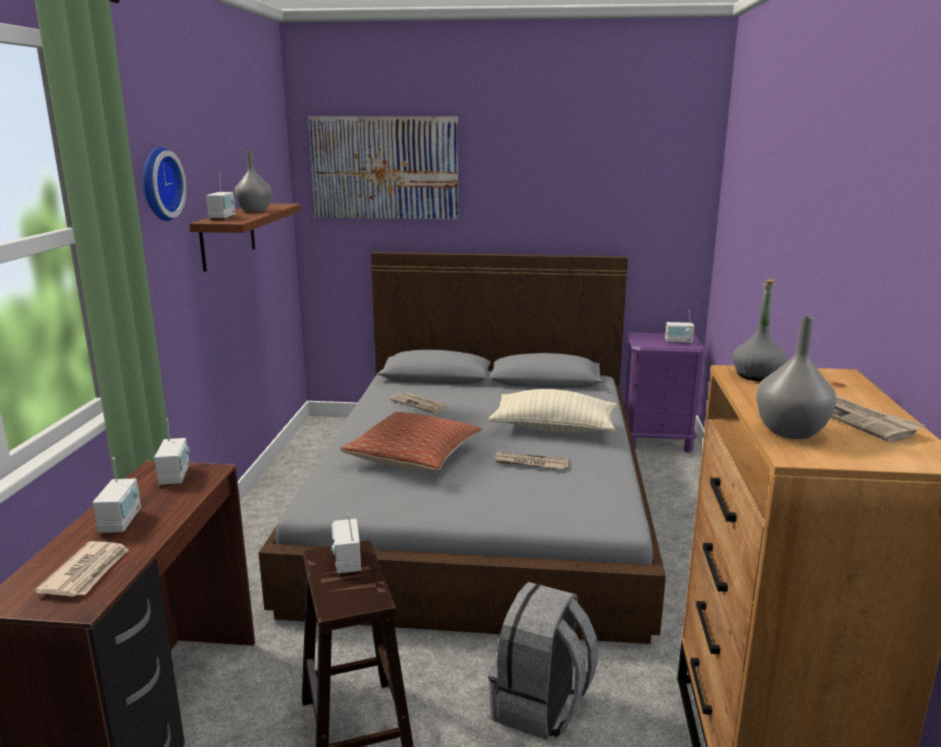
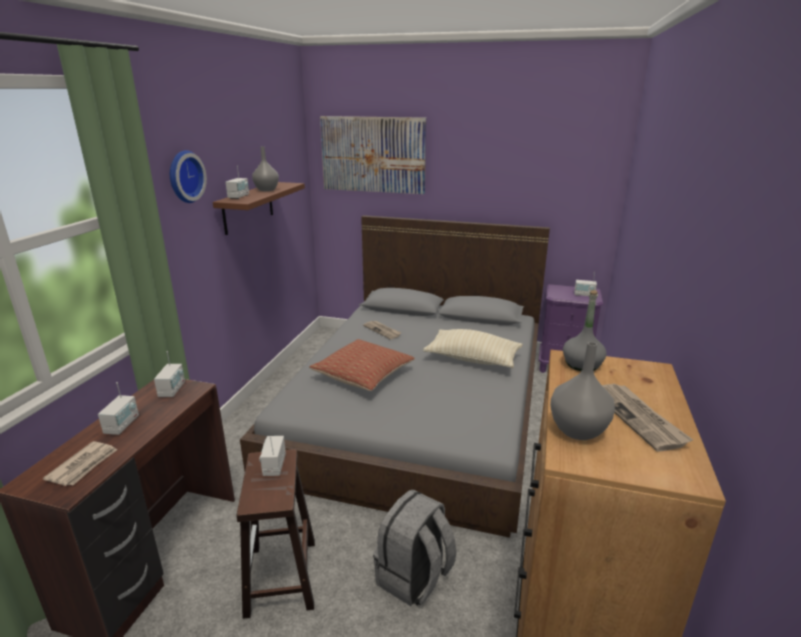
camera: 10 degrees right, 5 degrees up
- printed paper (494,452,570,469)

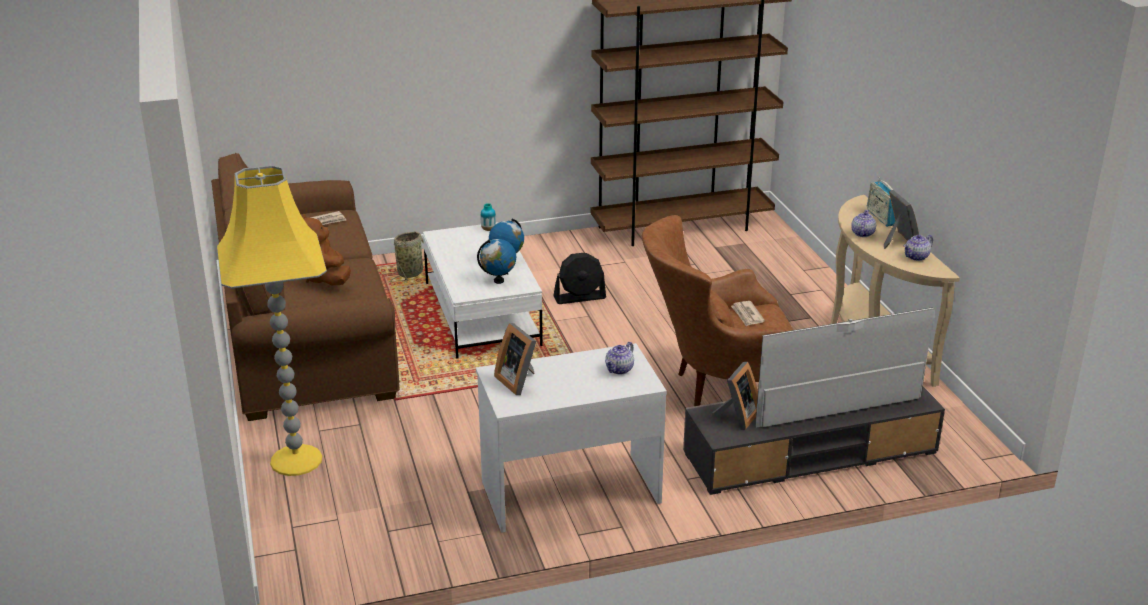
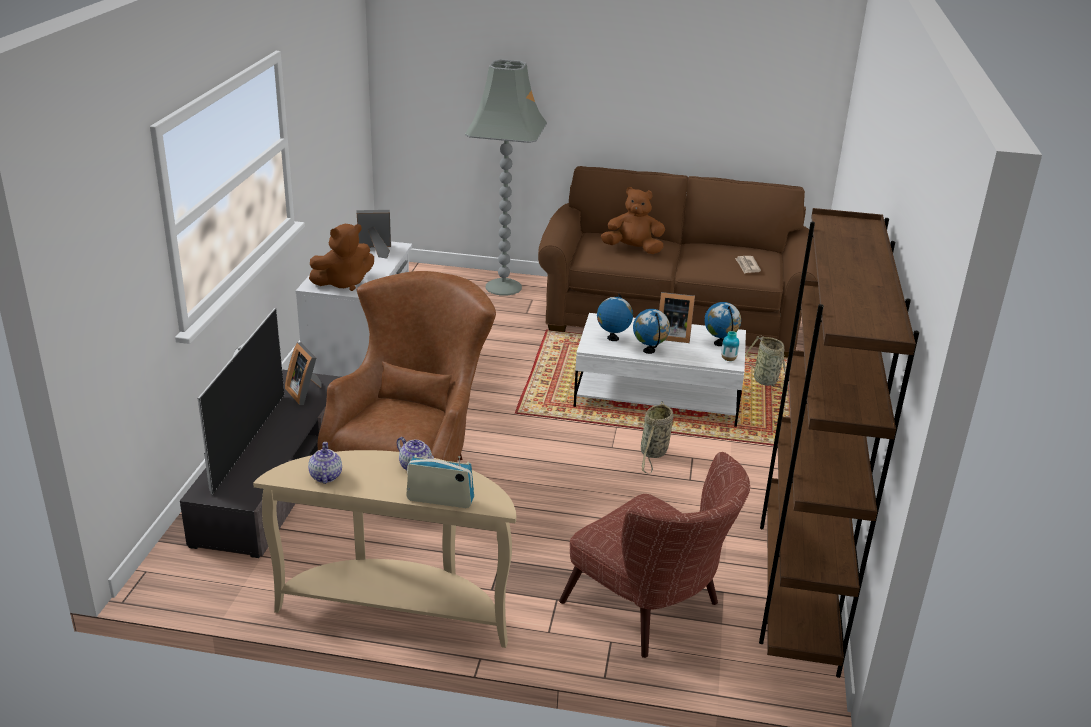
camera: 115 degrees right, 0 degrees up
~ pot for tea (605,342,634,375) to brown-coloured cuddly toy (309,224,374,291)
~ yellowish standing lamp (217,165,327,476) to grey standing lamp (465,59,547,296)
+ brown-coloured easy chair (559,452,750,658)
~ black electric fan (553,253,606,304) to basket (641,401,674,474)
~ photo frame (884,190,919,249) to (659,292,695,343)
+ world globe (704,302,741,346)
- printed paper (731,301,765,326)

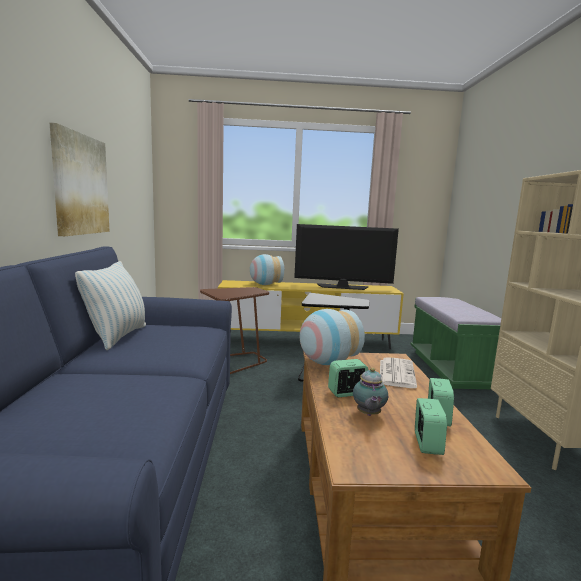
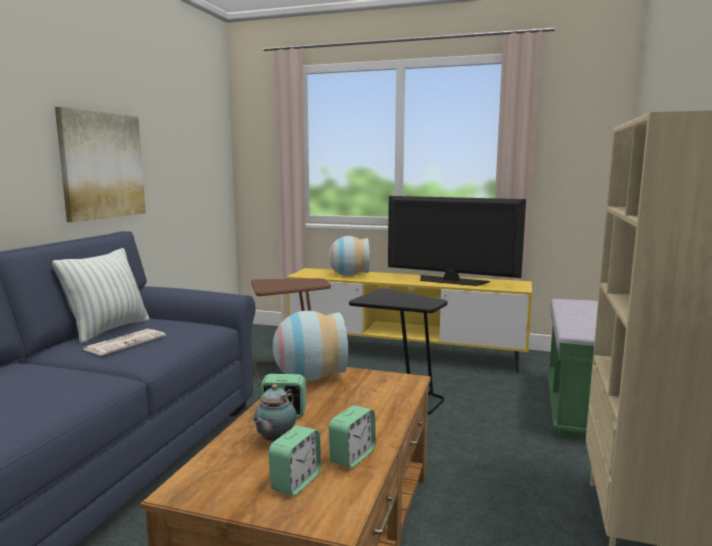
camera: 20 degrees right, 0 degrees up
~ printed paper (380,357,417,388) to (82,329,166,355)

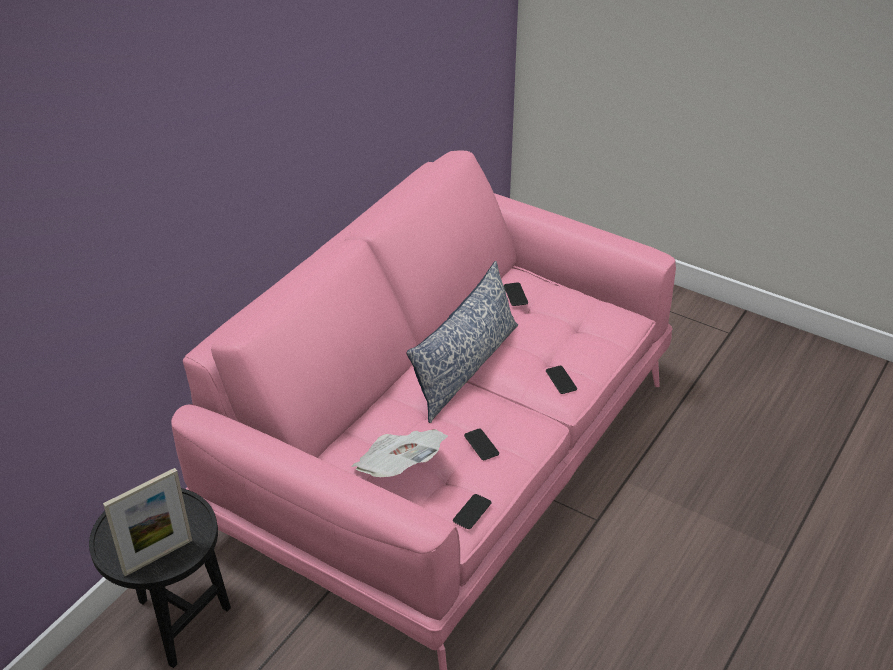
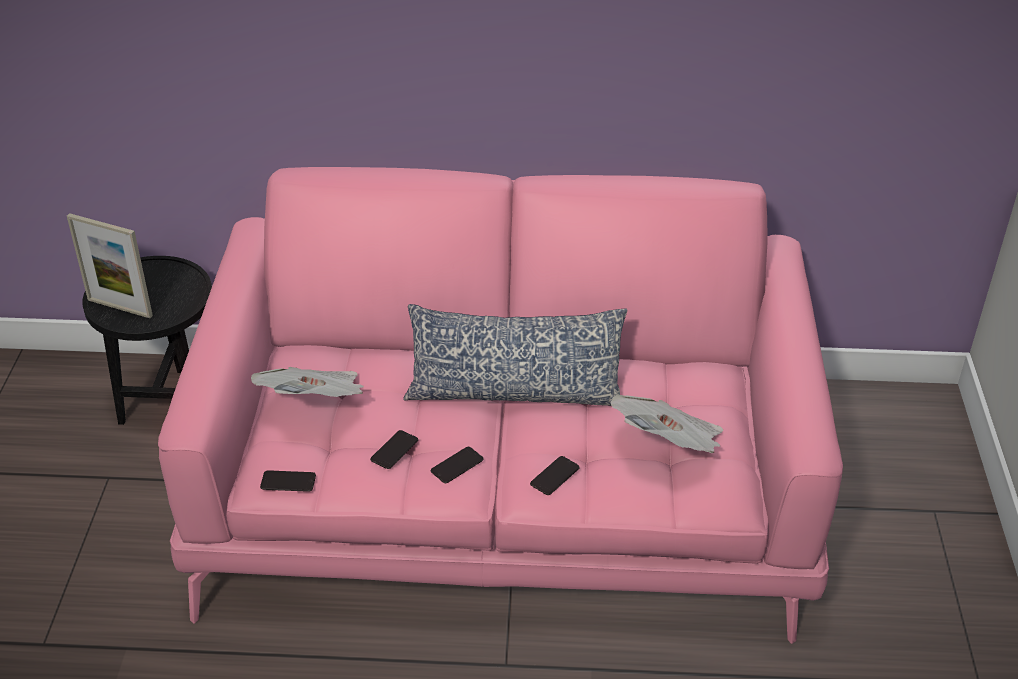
camera: 60 degrees right, 0 degrees up
~ phone (504,282,528,306) to (431,447,484,483)
+ printed paper (611,395,723,453)

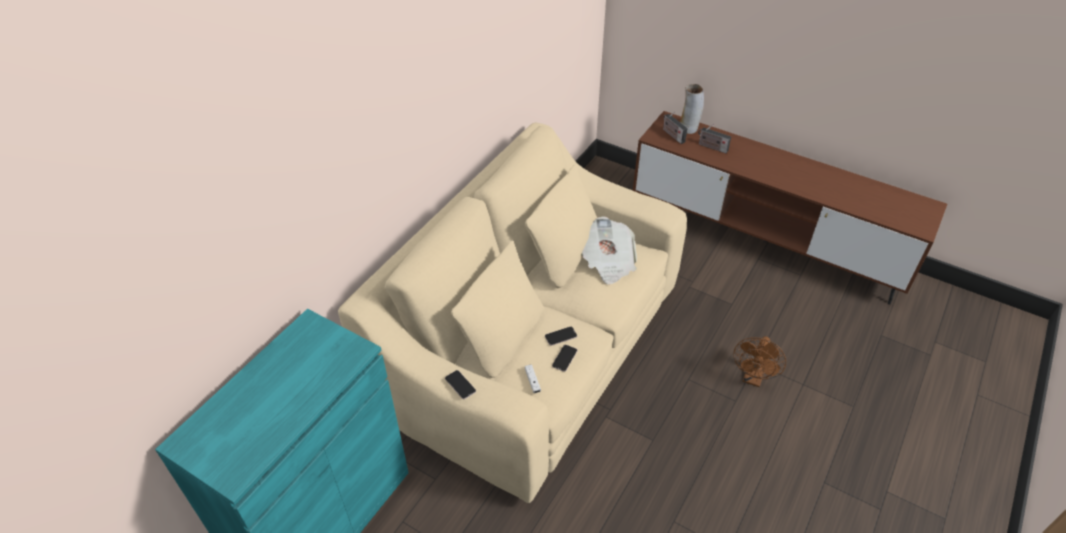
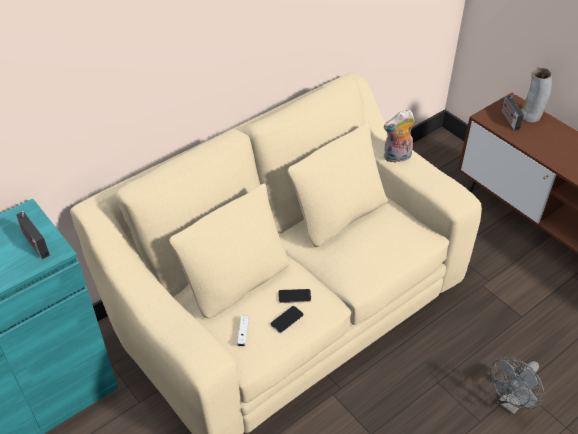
camera: 20 degrees right, 0 degrees up
~ radio receiver (698,124,731,153) to (16,211,50,259)
+ cuddly toy (384,109,414,163)
~ brown-coloured electric fan (734,336,786,387) to grey electric fan (490,357,544,415)
- phone (445,370,476,399)
- printed paper (581,217,637,285)

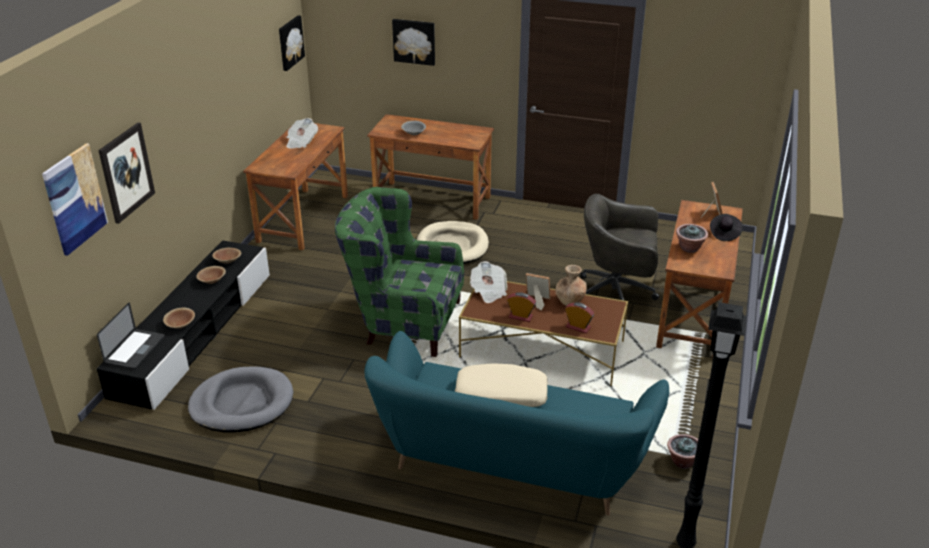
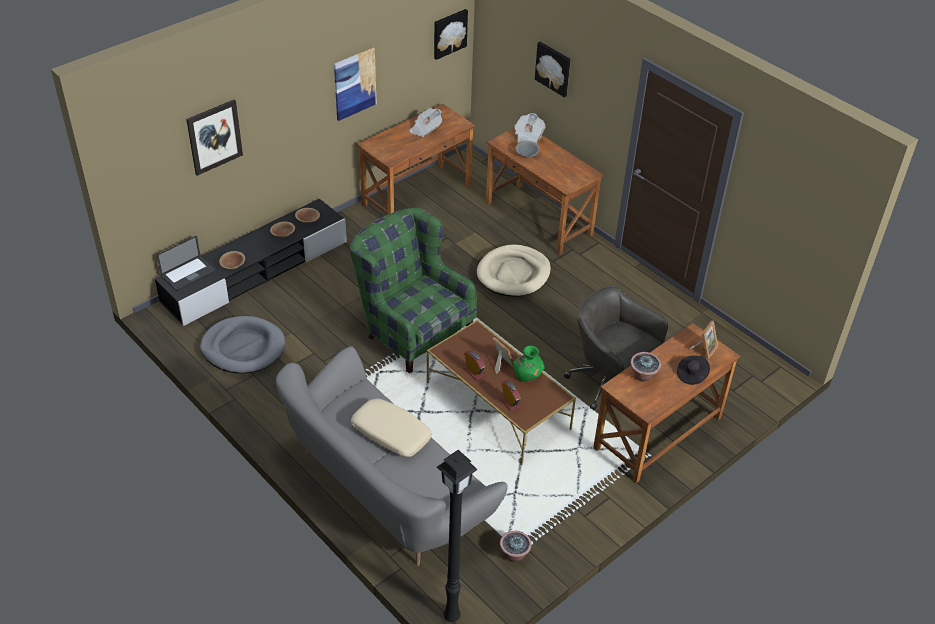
camera: 30 degrees right, 10 degrees up
~ blue-green couch (364,331,669,516) to grey couch (276,346,508,566)
~ picture (42,143,108,256) to (334,48,377,121)
~ brown-coloured flower vase (555,265,587,306) to green-coloured flower vase (513,346,545,382)
~ printed paper (470,261,507,303) to (514,113,545,144)

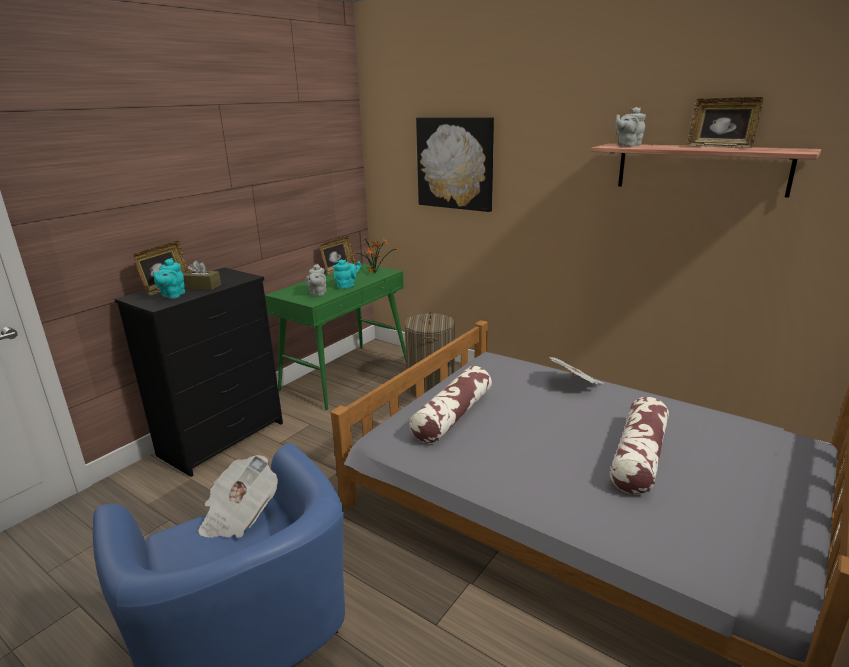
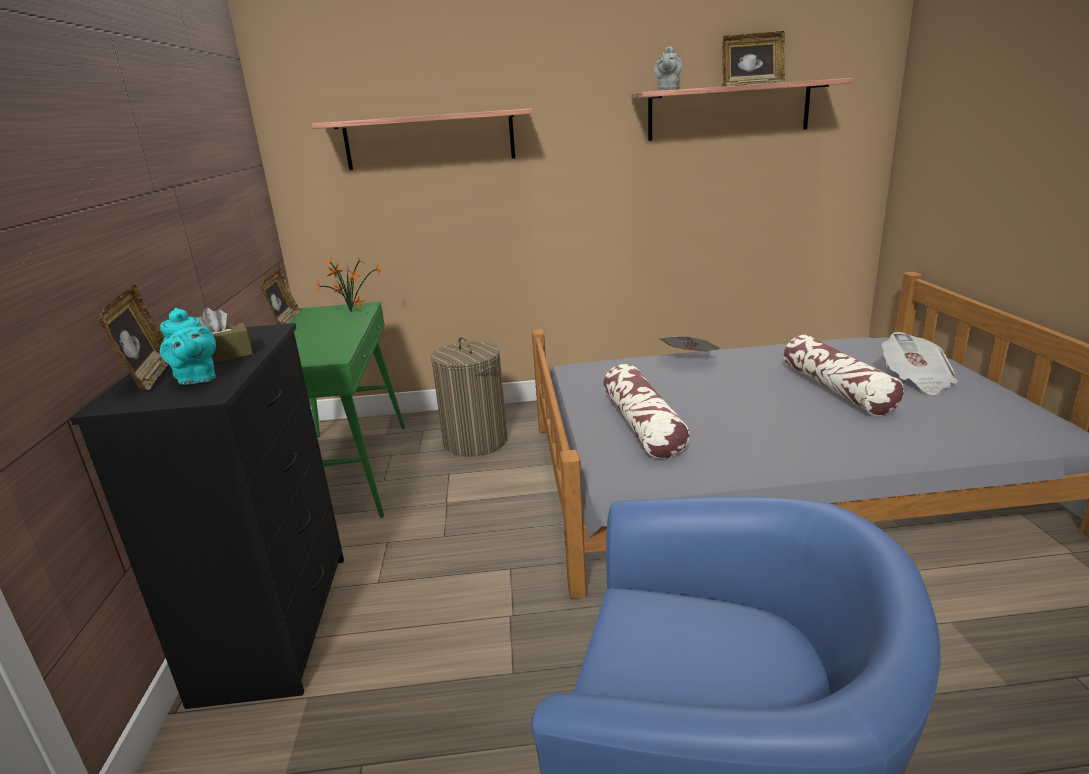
camera: 40 degrees left, 0 degrees up
~ picture (416,117,494,212) to wall shelf (312,108,533,170)
~ printed paper (198,455,278,538) to (882,332,958,395)
- grey pot for tea (305,264,326,296)
- blue-green pot for tea (333,259,361,289)

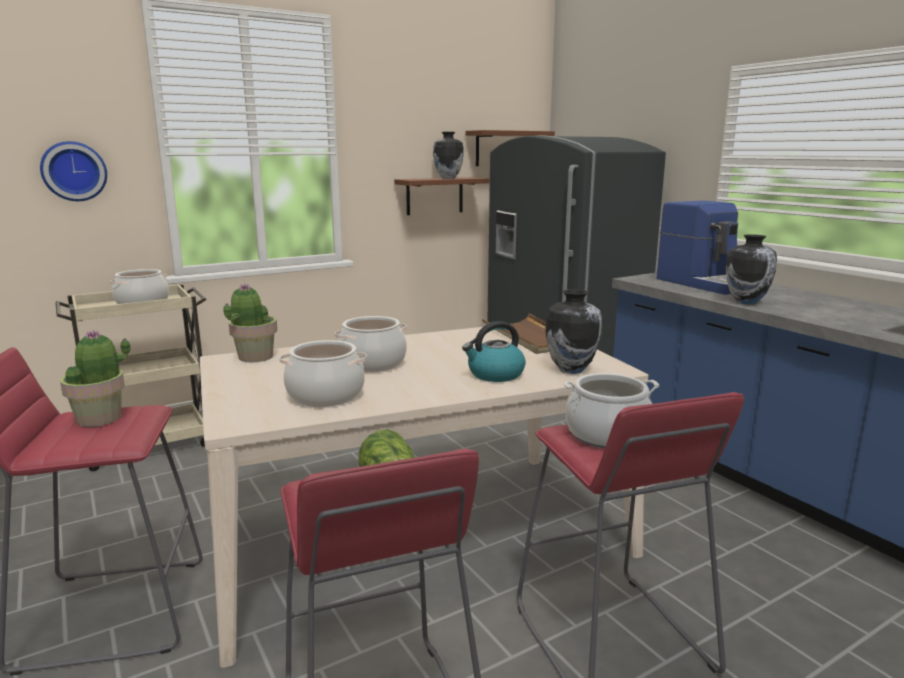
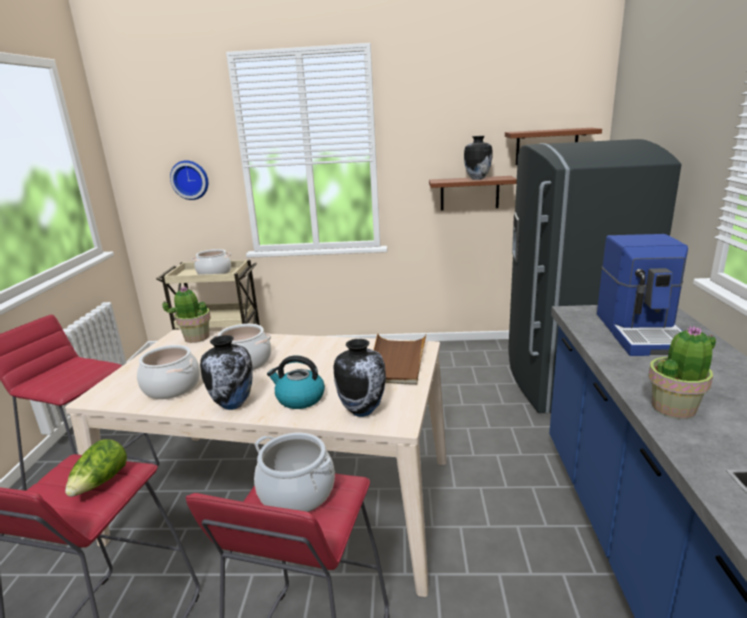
camera: 35 degrees right, 5 degrees up
~ flower vase (726,234,777,304) to (200,335,253,410)
~ houseplant (60,329,131,427) to (649,326,717,419)

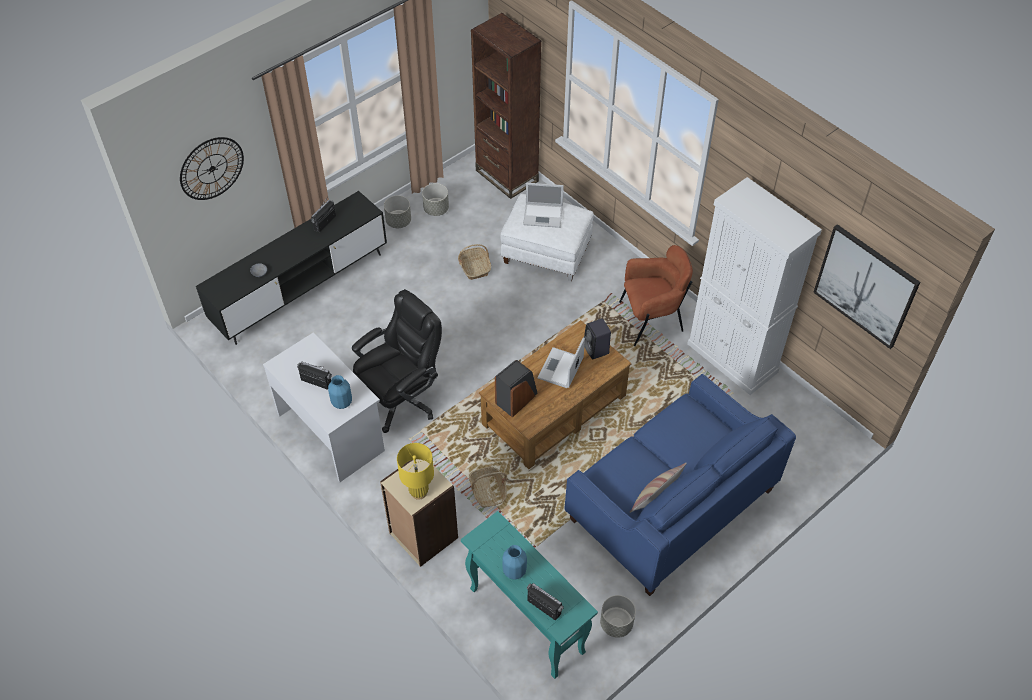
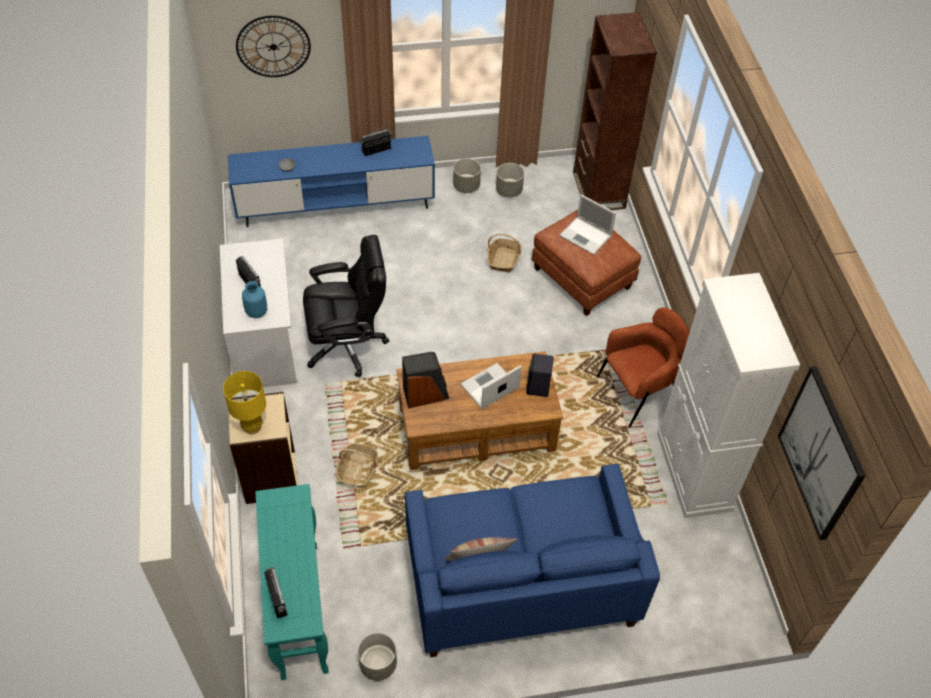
camera: 30 degrees right, 0 degrees up
~ black tv unit (196,191,387,345) to blue tv unit (228,136,435,227)
~ white footrest (500,194,594,281) to brown-coloured footrest (531,210,641,316)
~ brown-coloured easy chair (619,245,693,346) = (597,307,690,427) 45 degrees counterclockwise
- blue flower vase (502,545,527,580)

